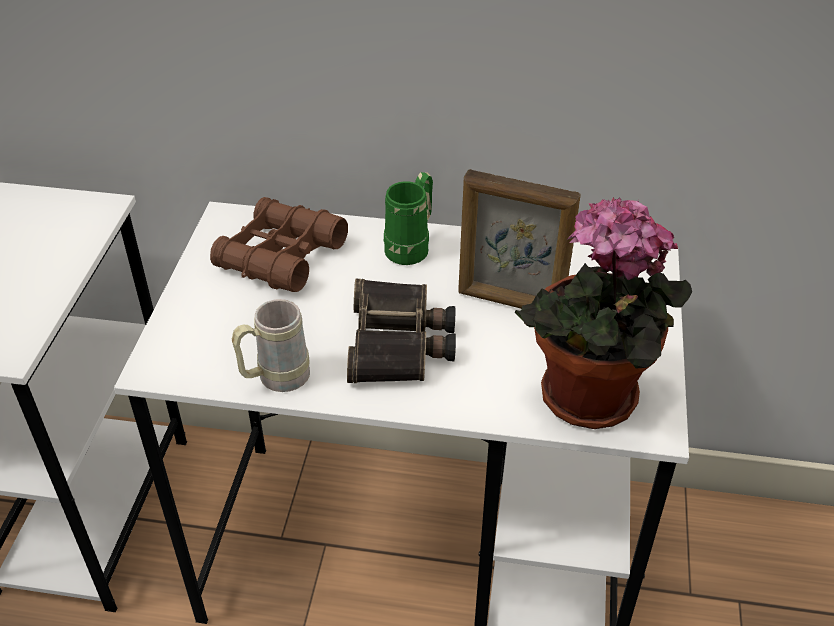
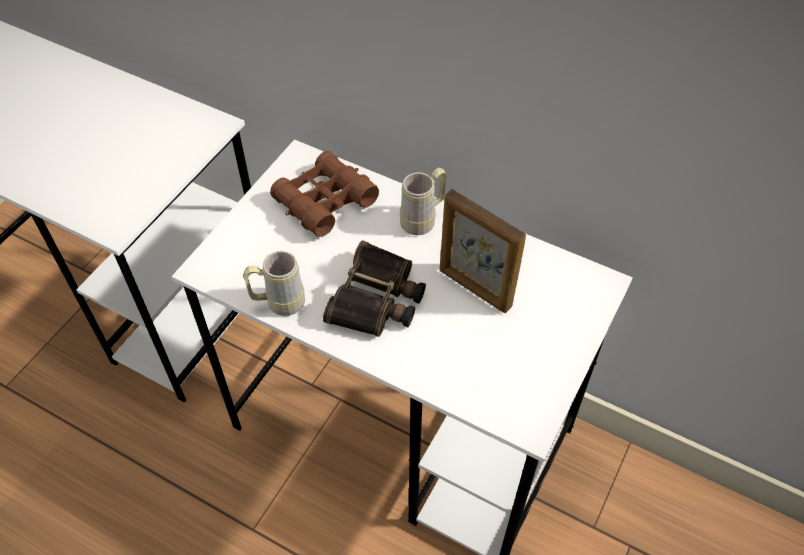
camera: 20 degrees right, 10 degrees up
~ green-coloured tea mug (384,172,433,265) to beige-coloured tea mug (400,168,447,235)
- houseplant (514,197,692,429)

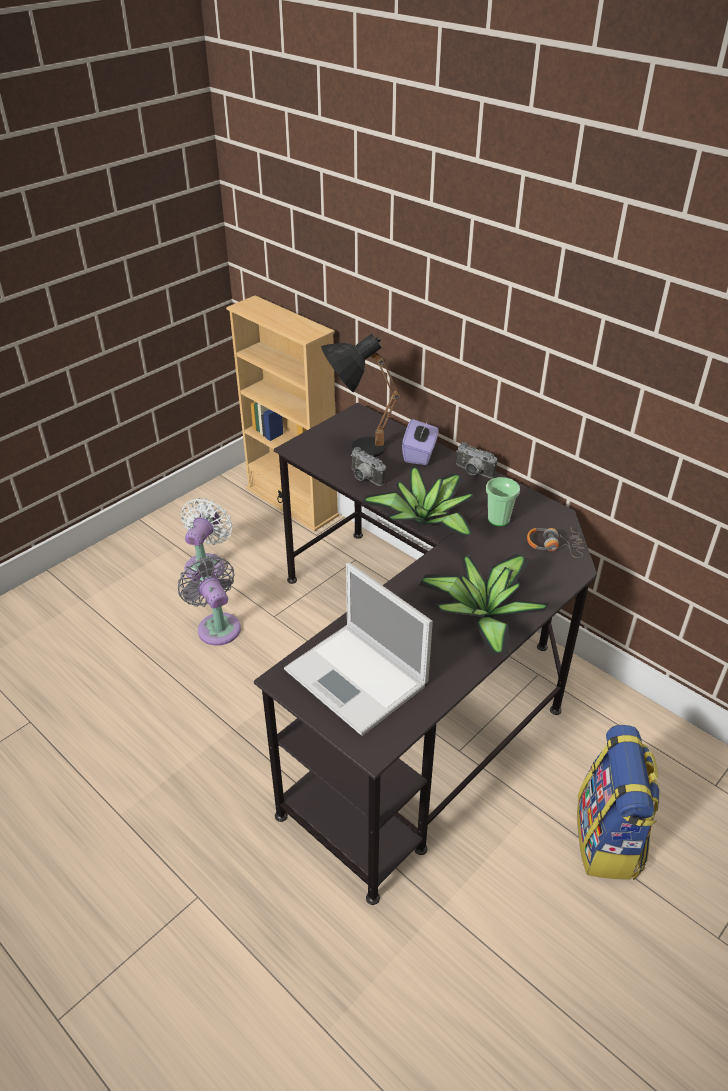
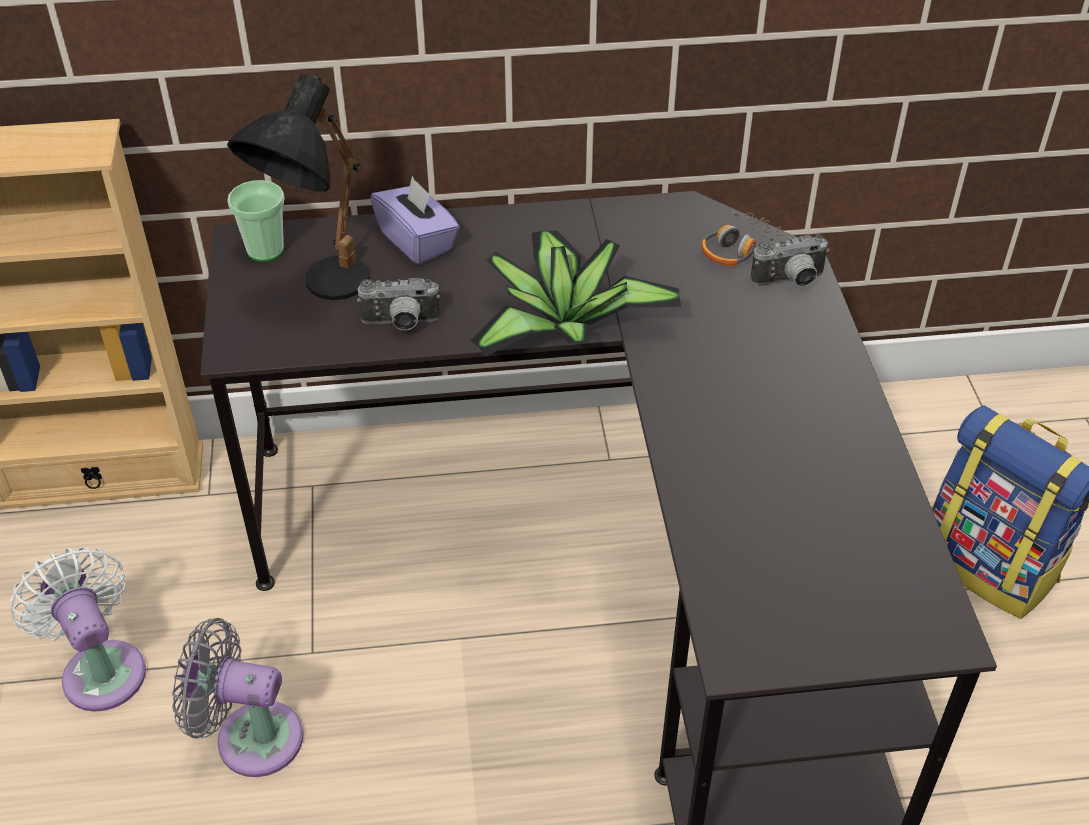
camera: 50 degrees left, 5 degrees up
~ small cup (486,477,520,526) to (227,180,285,262)
~ photo camera (456,442,497,478) to (750,235,829,287)
- laptop (284,562,433,736)
- houseplant (419,554,549,655)

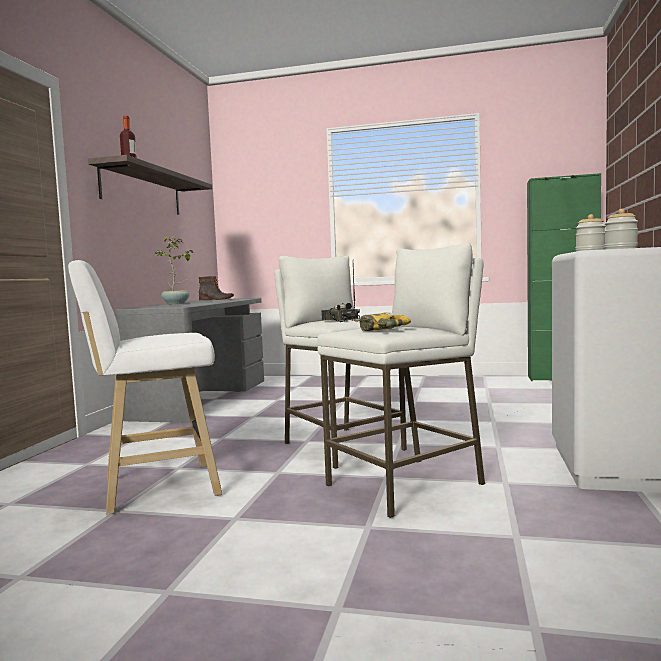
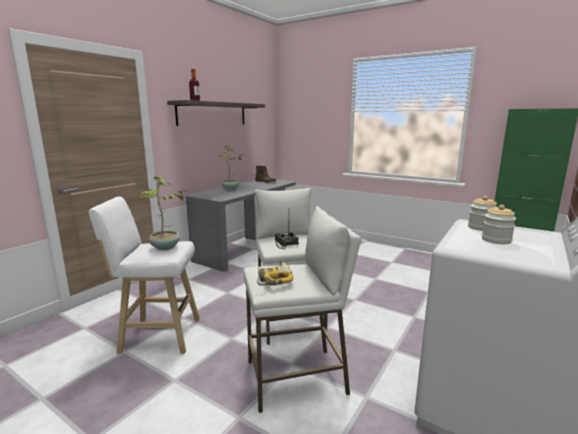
camera: 20 degrees right, 10 degrees up
+ houseplant (141,175,185,250)

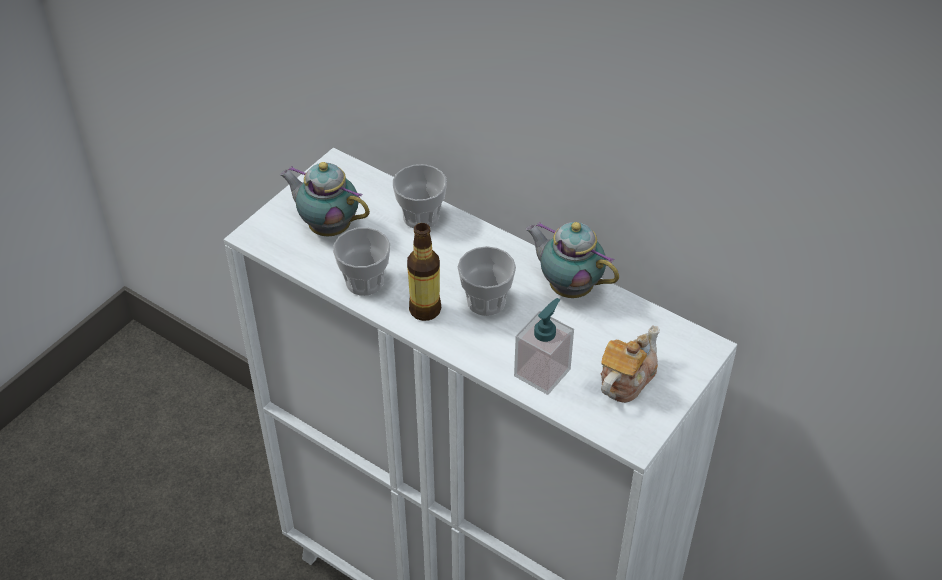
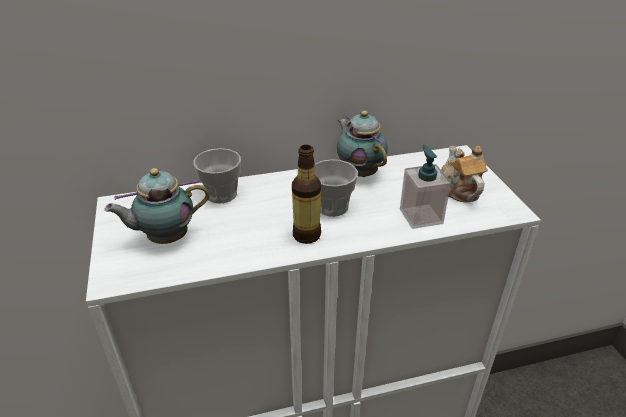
camera: 50 degrees left, 10 degrees down
~ pot for tea (526,222,619,298) = (337,111,388,177) 75 degrees clockwise
- small cup (333,228,390,296)

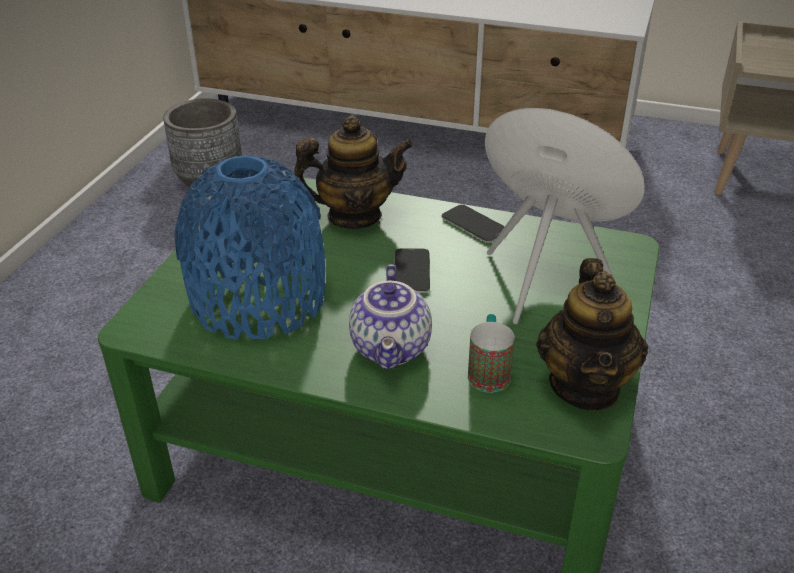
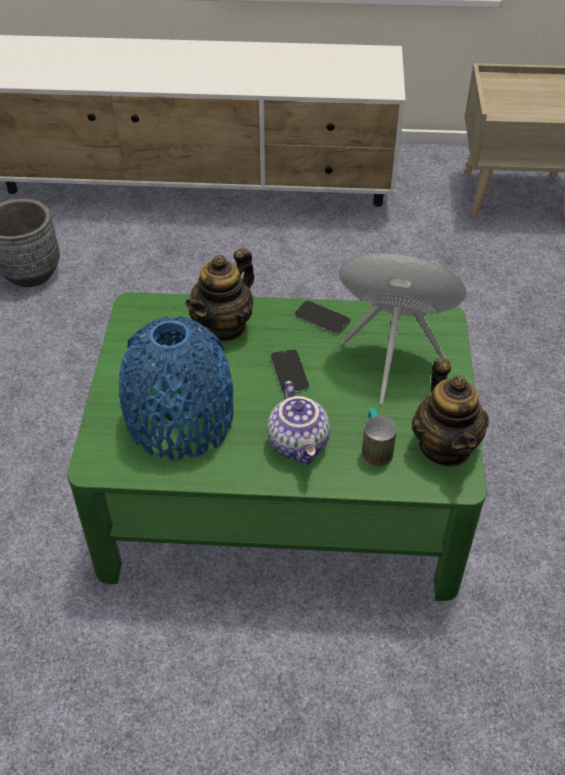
camera: 15 degrees left, 10 degrees up
~ pot for tea (294,116,413,229) = (185,248,255,343) 150 degrees clockwise

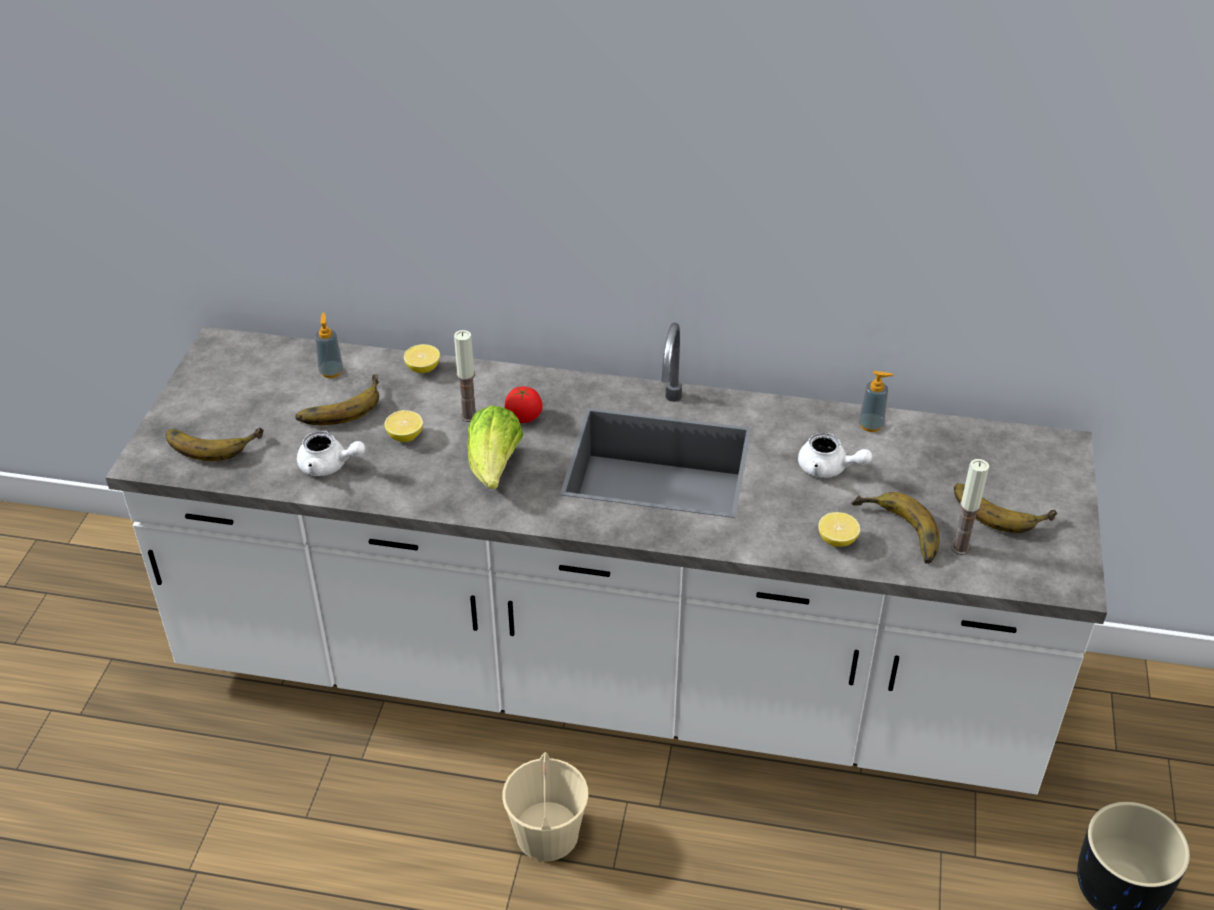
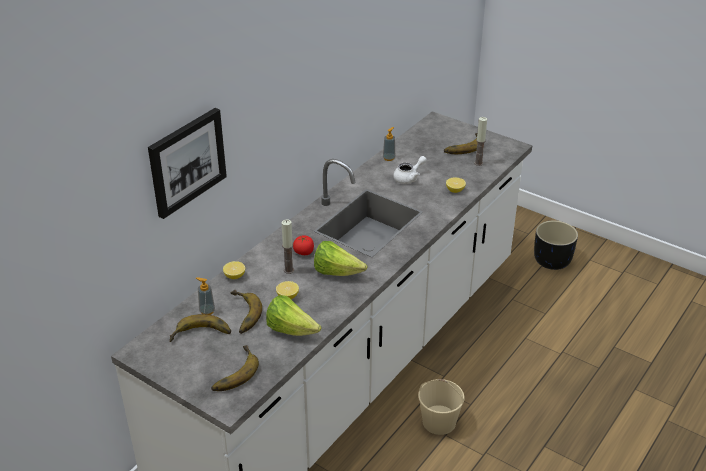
camera: 65 degrees left, 5 degrees down
+ picture (148,108,227,219)
~ whole banana (851,492,939,564) to (169,314,231,342)
~ white pot for tea (297,431,365,476) to lettuce (266,295,321,336)

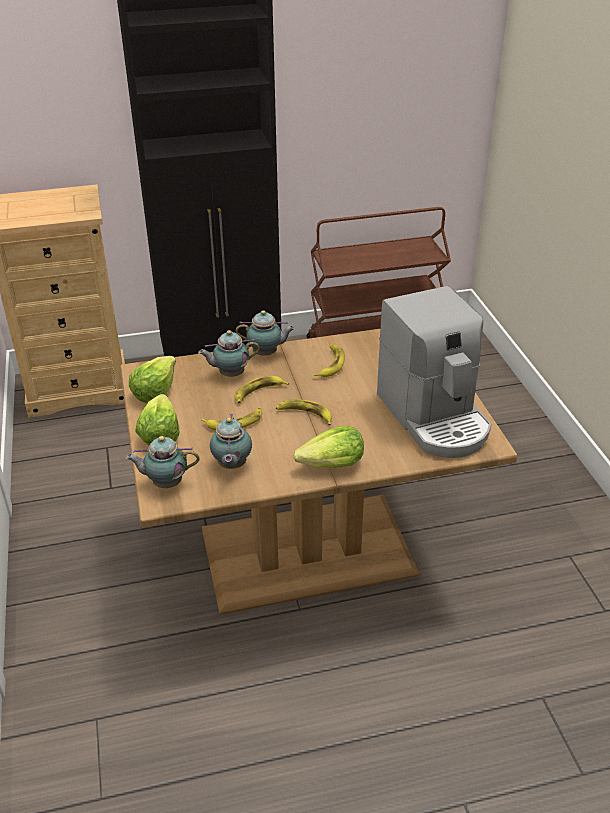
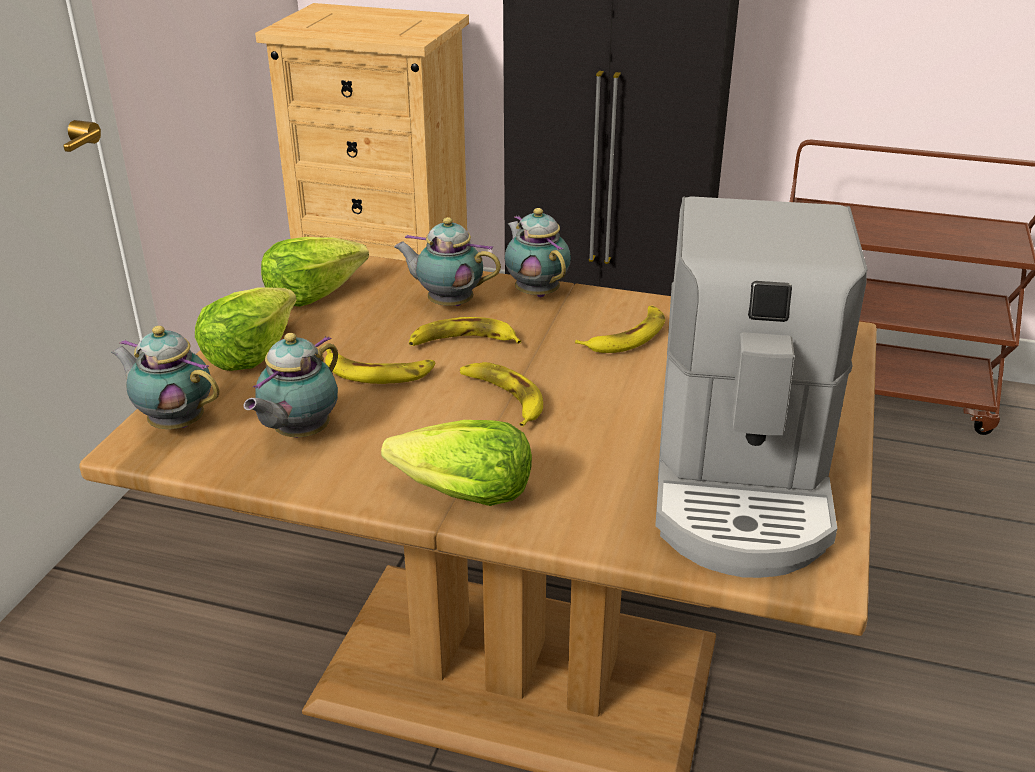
camera: 30 degrees right, 5 degrees down
~ pot for tea (236,310,295,356) = (505,208,571,297) 150 degrees counterclockwise

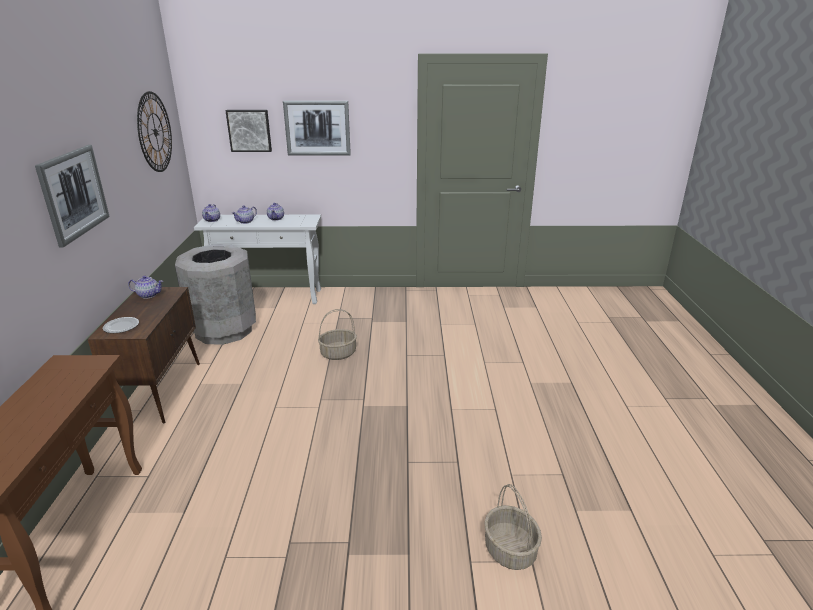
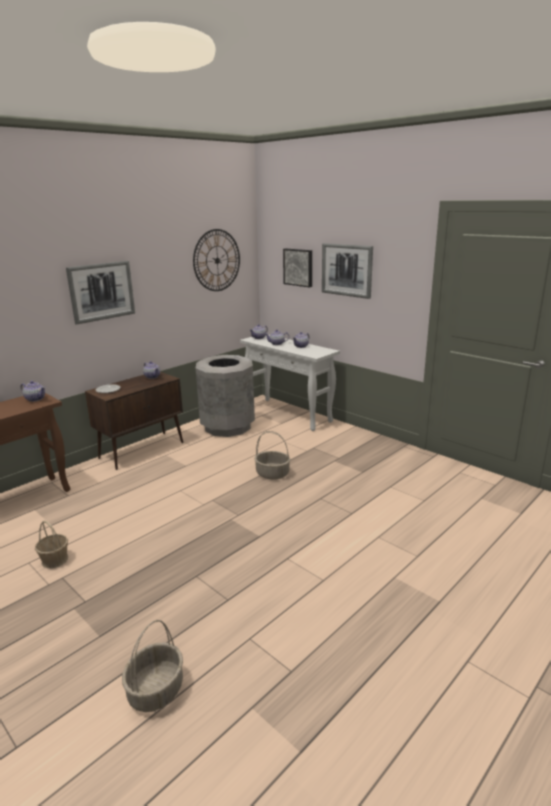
camera: 45 degrees right, 5 degrees down
+ pot for tea (20,381,46,402)
+ basket (35,521,68,568)

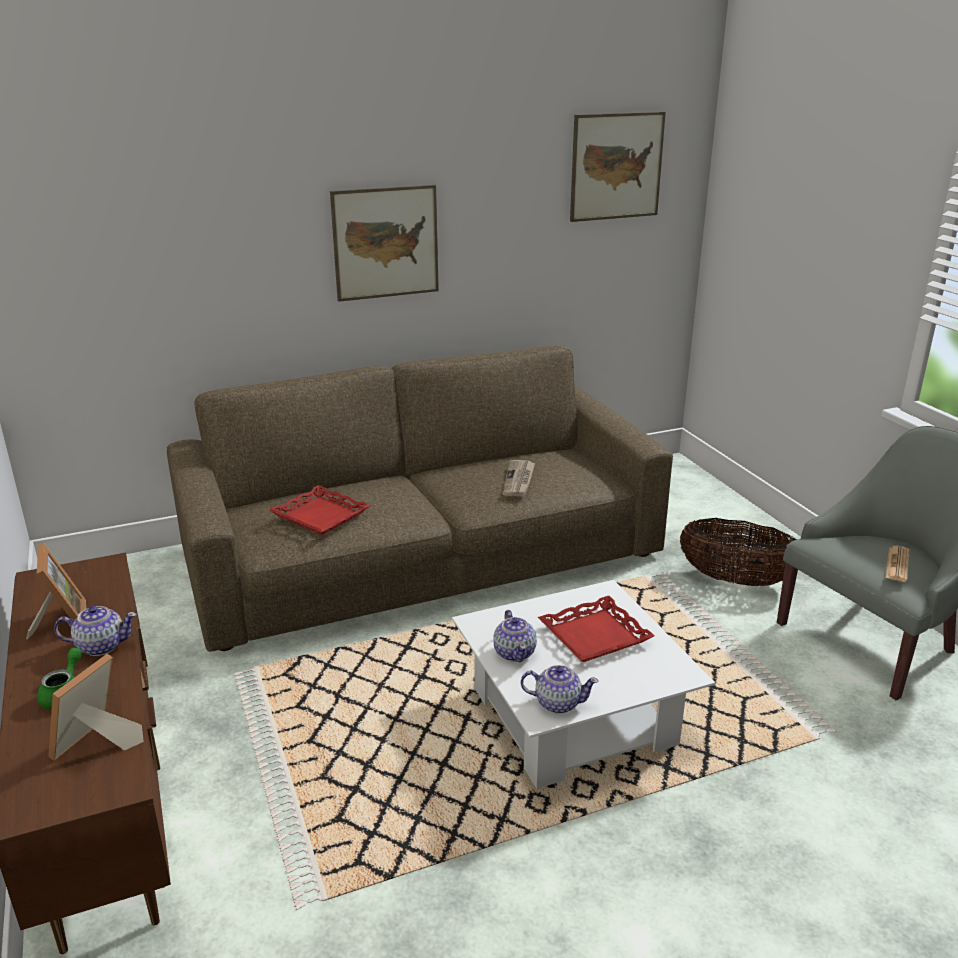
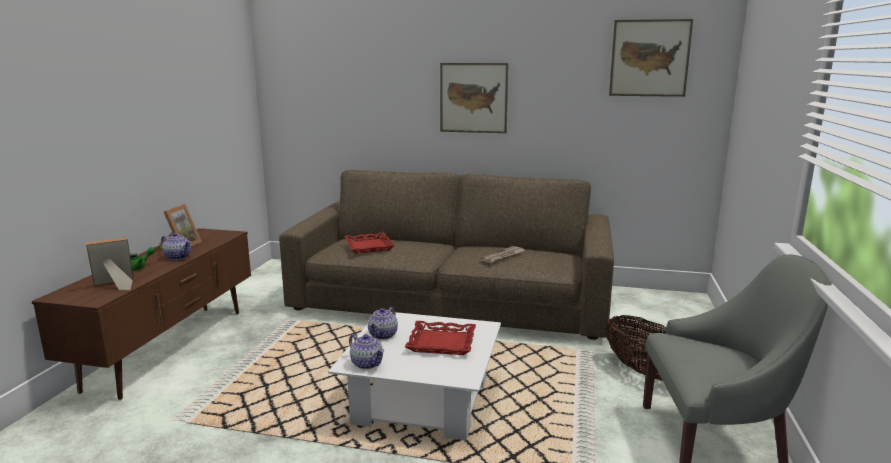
camera: 35 degrees right, 10 degrees down
- printed paper (885,546,910,582)

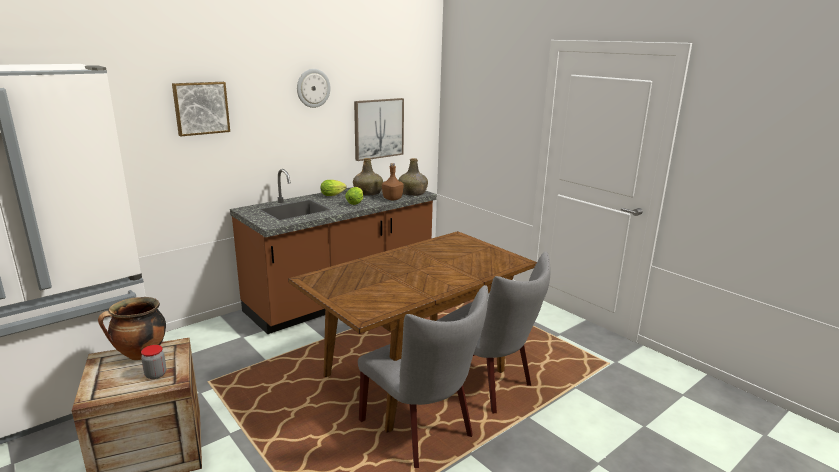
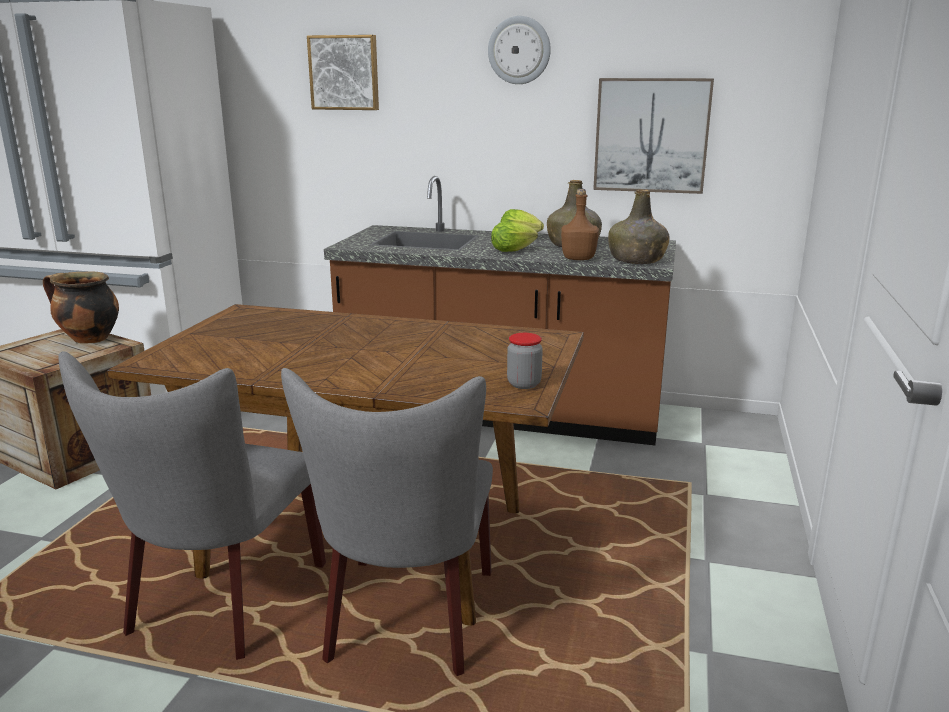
camera: 55 degrees right, 0 degrees up
~ jar (141,345,166,379) to (507,333,543,389)

